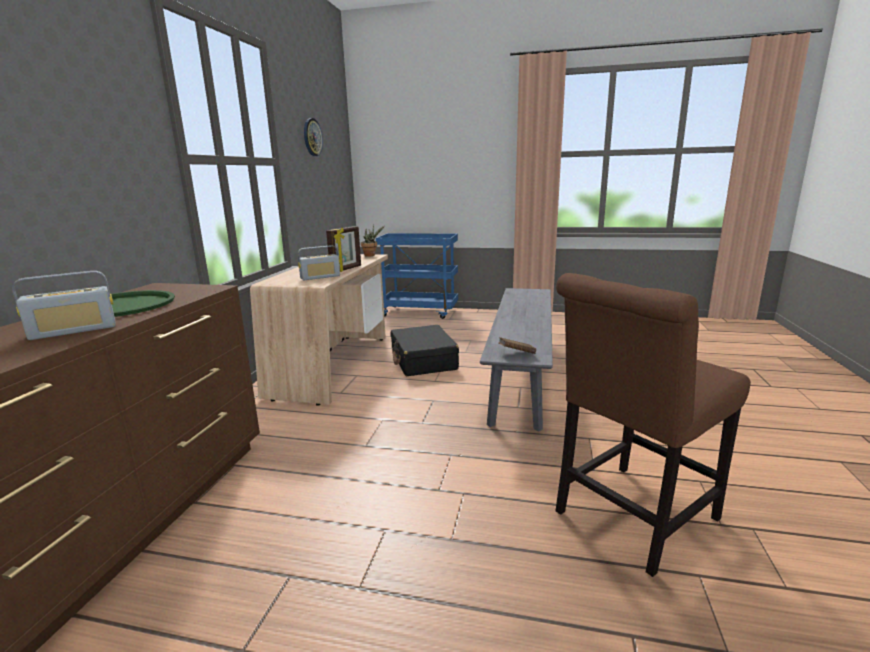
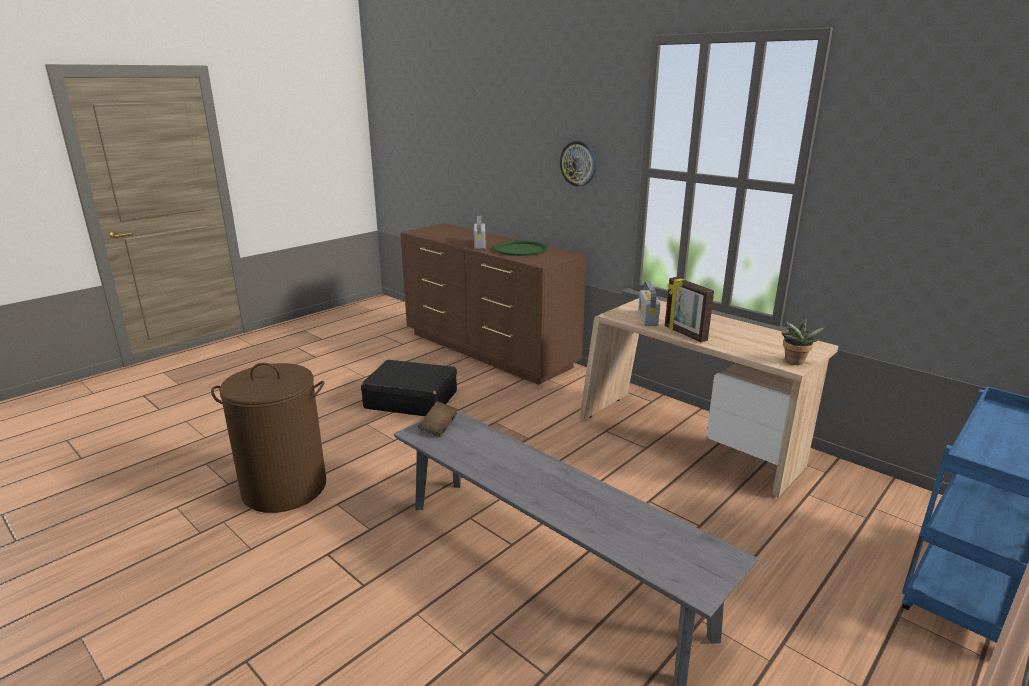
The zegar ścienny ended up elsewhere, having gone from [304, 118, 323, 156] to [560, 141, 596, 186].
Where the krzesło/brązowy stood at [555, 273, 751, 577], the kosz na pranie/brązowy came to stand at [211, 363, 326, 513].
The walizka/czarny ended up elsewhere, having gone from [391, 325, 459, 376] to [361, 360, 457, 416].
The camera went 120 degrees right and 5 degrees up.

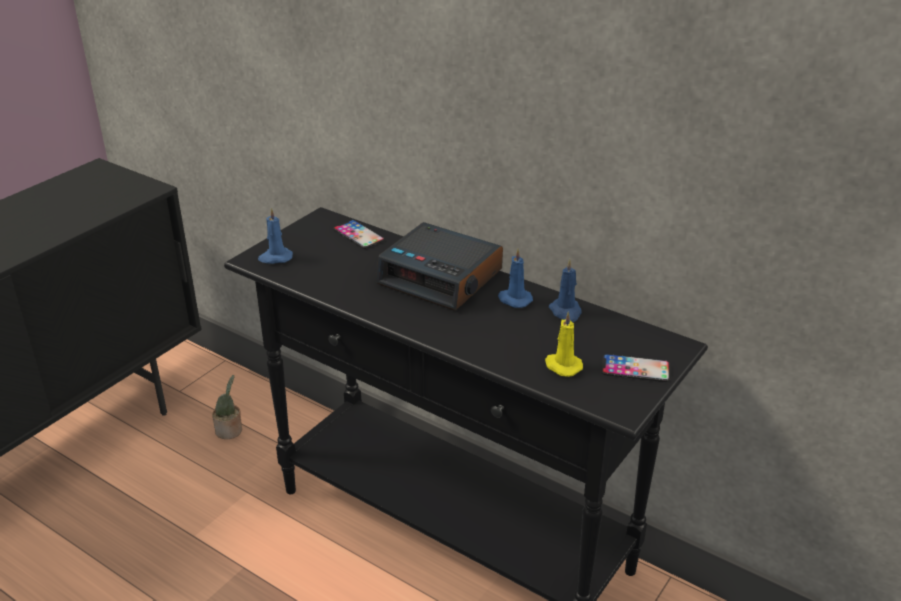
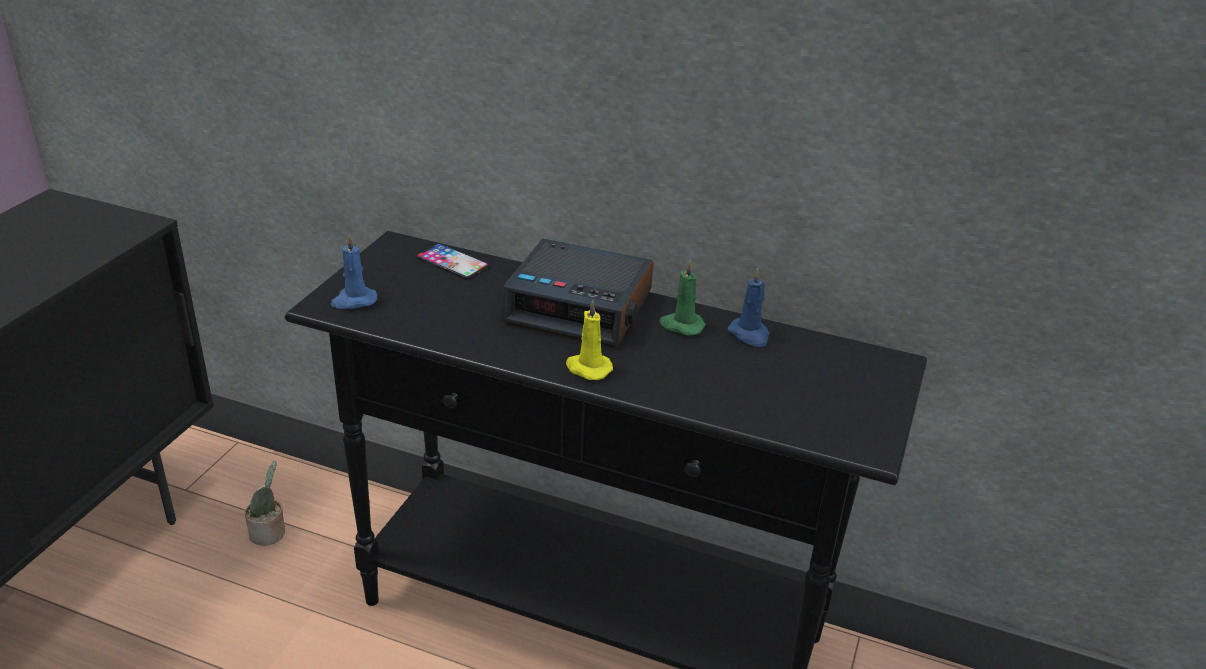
What was the świeca/niebieski at [498, 248, 533, 308] turned into the świeca/zielony at [660, 260, 706, 336].
The świeca/żółty ended up elsewhere, having gone from [545, 312, 583, 377] to [566, 300, 613, 380].
The second view lost the telefon at [601, 354, 670, 382].
The camera went 15 degrees left and 0 degrees up.

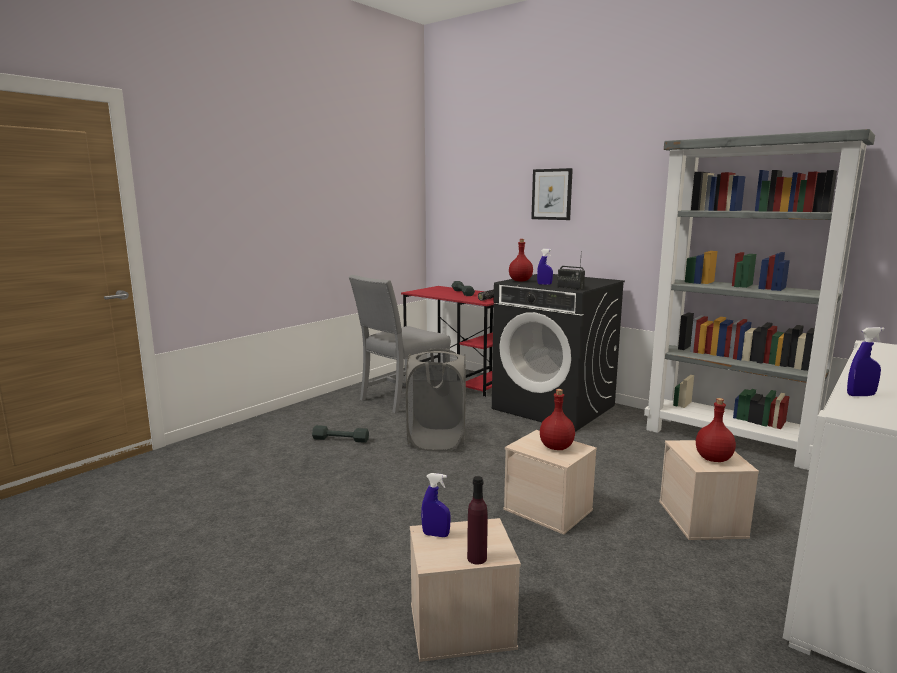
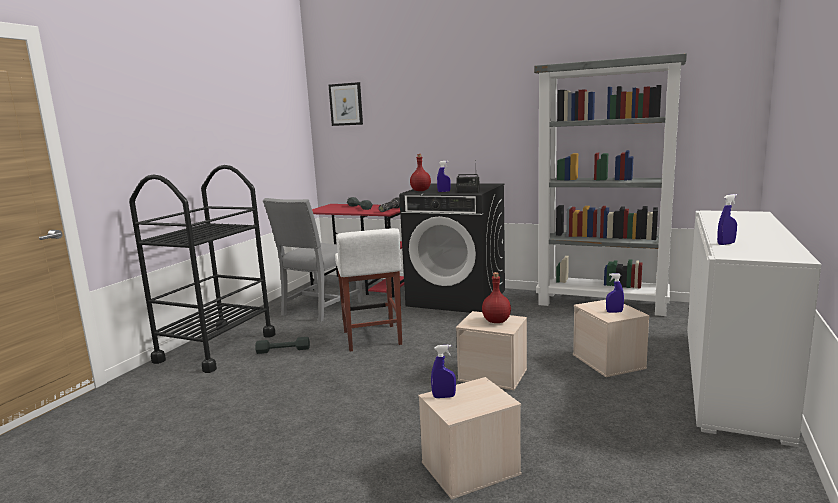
The obraz ended up elsewhere, having gone from [531, 168, 573, 220] to [329, 82, 363, 126].
Where the kosz na pranie/szary stood at [406, 349, 466, 451], the stołek/biały came to stand at [335, 228, 402, 351].
Where the butelka/czerwony stood at [696, 398, 736, 462], the spryskiwacz/niebieski came to stand at [606, 273, 624, 313].
The second view lost the butelka/fioletowy at [467, 476, 488, 564].
The second view gained the wózek/czarny at [129, 165, 276, 373].
The camera went 15 degrees left and 0 degrees up.

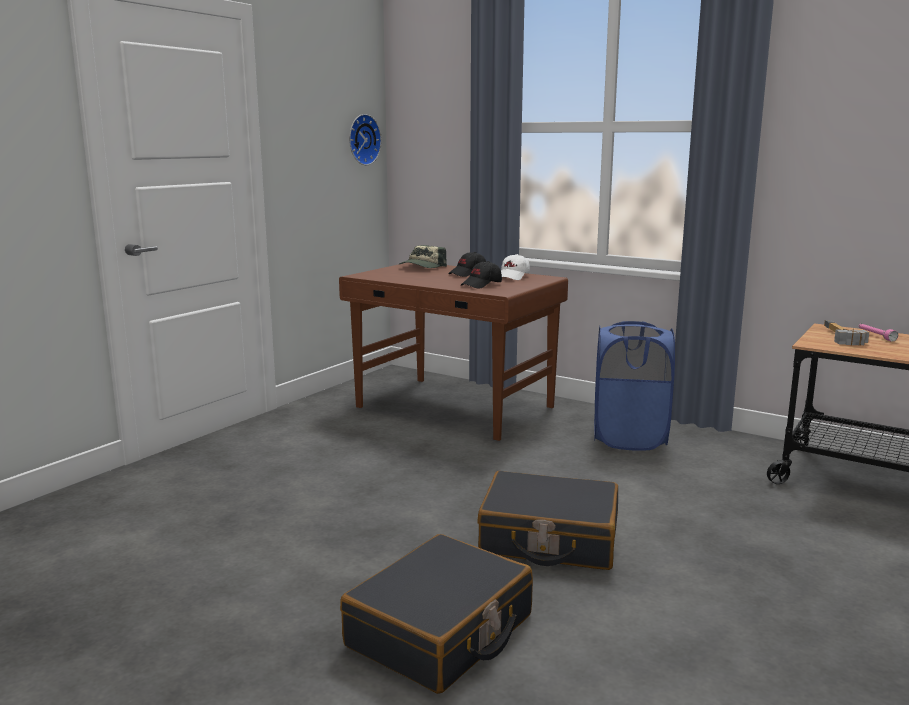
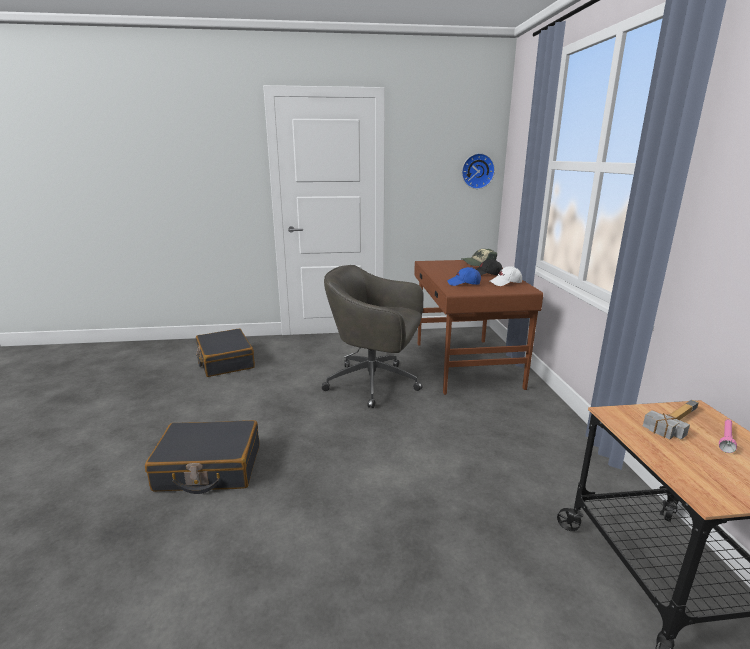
What was the czapka z daszkiem/czarny at [461, 261, 502, 288] turned into the czapka z daszkiem/niebieski at [447, 267, 481, 286].
The second view lost the kosz na pranie/niebieski at [594, 321, 675, 451].
The walizka/czarny ended up elsewhere, having gone from [477, 471, 618, 570] to [196, 328, 255, 377].
The second view gained the krzesło biurowe/szary at [322, 265, 424, 408].
The camera went 50 degrees right and 5 degrees up.

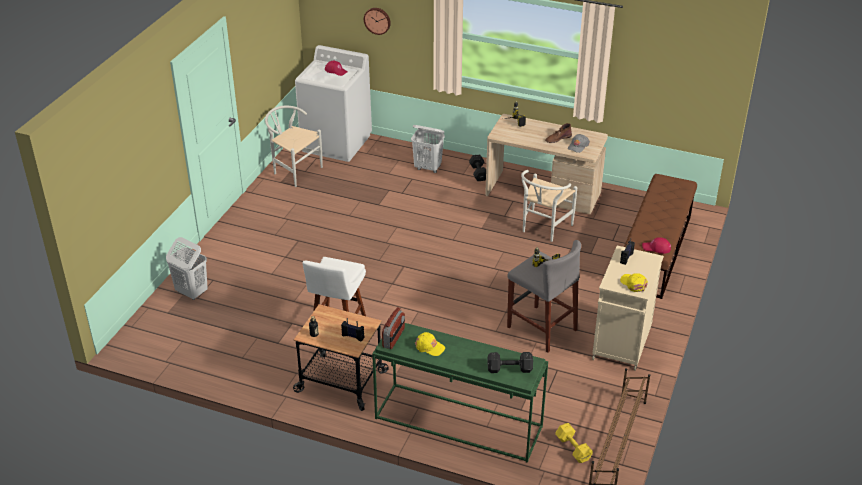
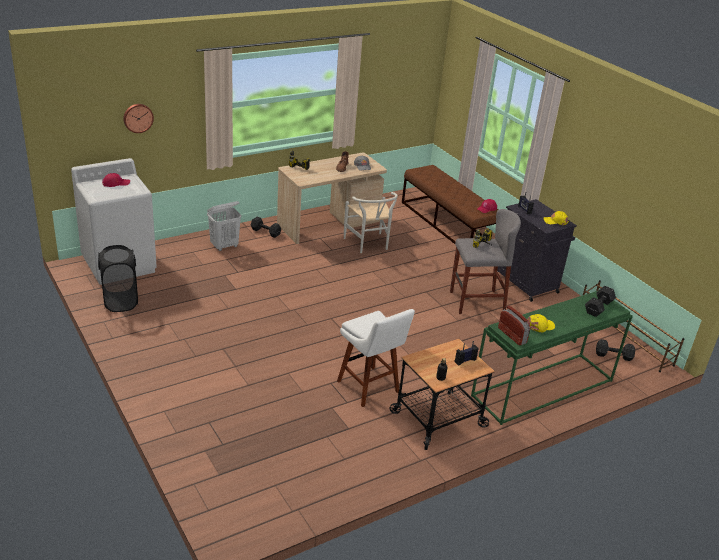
Where the krzesło/biały stood at [265, 106, 323, 187], the kosz na pranie/czarny came to stand at [98, 245, 138, 312].
The second view lost the kosz na pranie/biały at [166, 237, 208, 300].
What was the szafka/beżowy at [592, 245, 664, 371] turned into the szafka/czarny at [497, 199, 577, 302].
What was the hantel/żółty at [555, 423, 593, 463] turned into the hantel/czarny at [596, 339, 635, 361].
The camera went 55 degrees left and 5 degrees down.

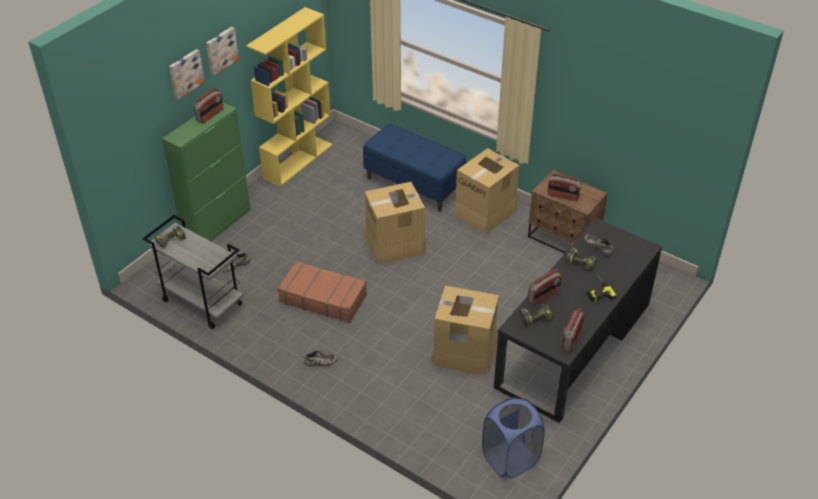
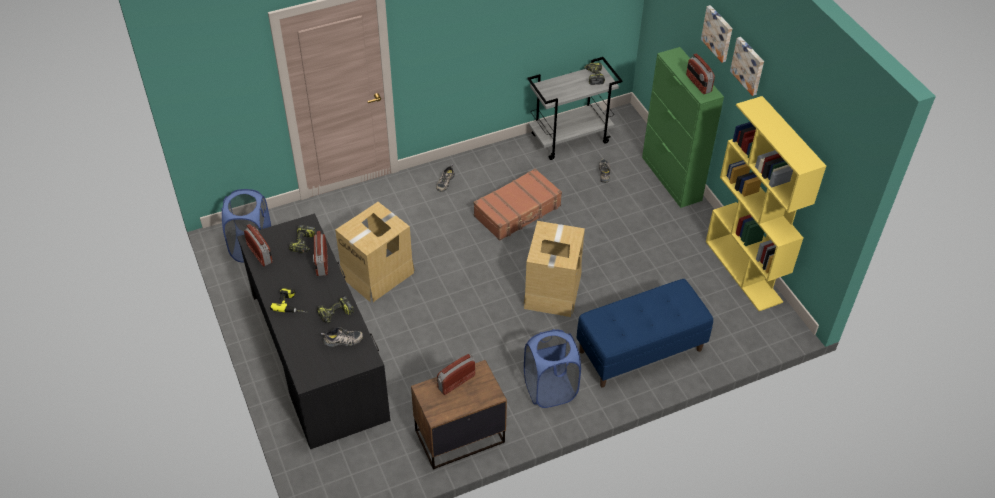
Where the karton stood at [454, 148, 519, 234], the kosz na pranie/niebieski came to stand at [524, 329, 581, 408].
The camera went 120 degrees right and 5 degrees up.

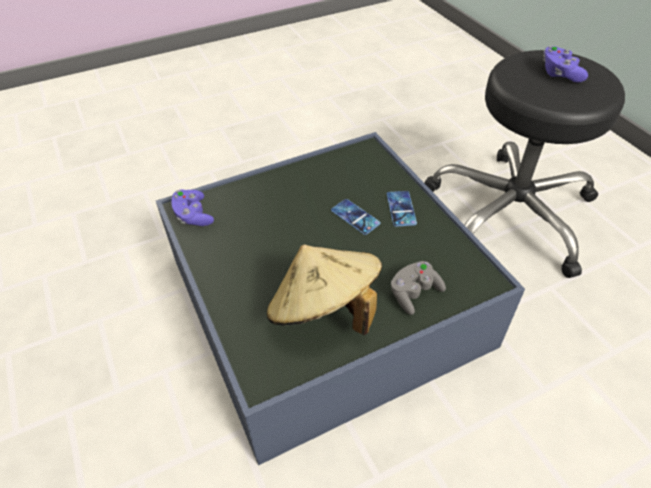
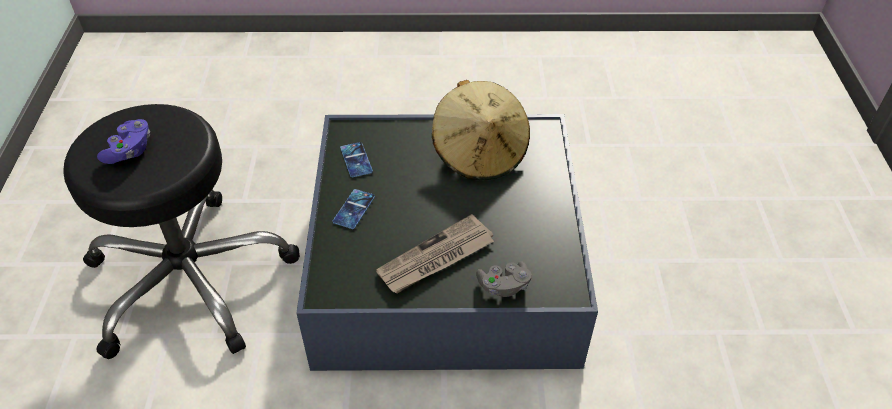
The second view lost the pad do gier/fioletowy at [171, 189, 214, 226].
The telefon ended up elsewhere, having gone from [331, 199, 381, 235] to [340, 142, 373, 177].
The pad do gier/szary ended up elsewhere, having gone from [391, 261, 446, 315] to [476, 261, 532, 297].
The second view gained the gazeta at [376, 214, 494, 293].
The camera went 155 degrees left and 0 degrees up.

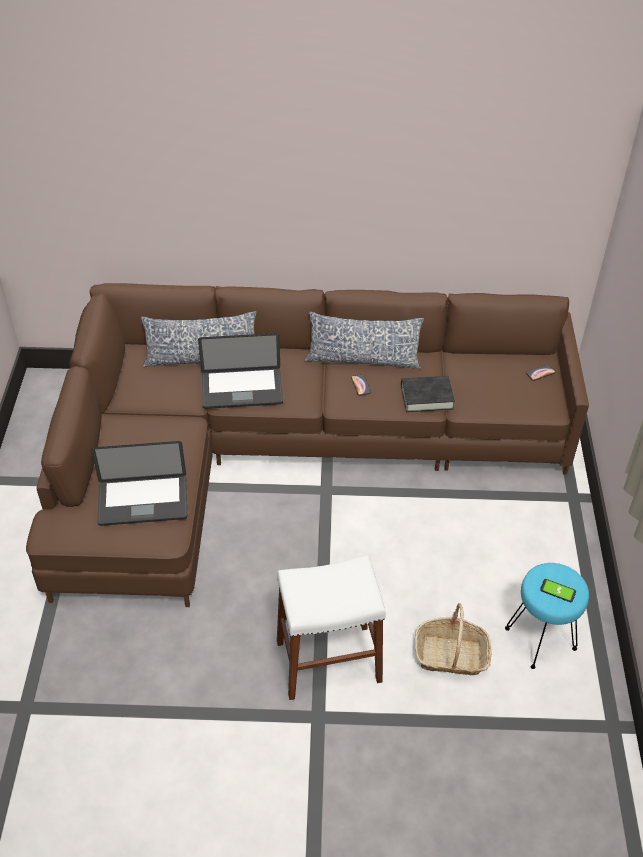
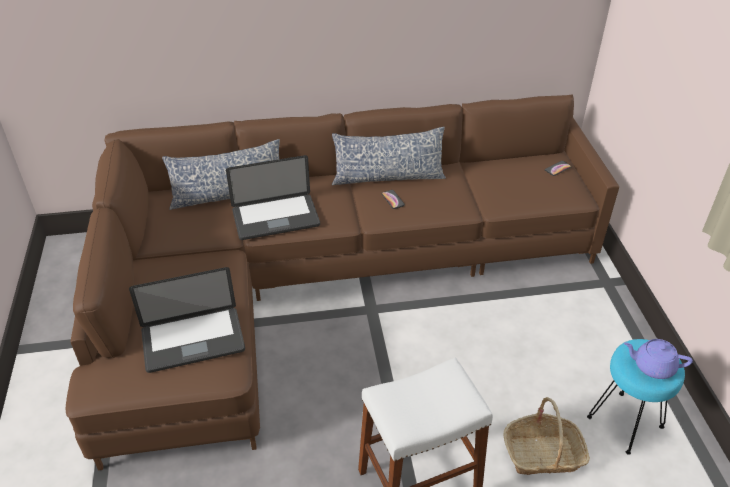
The second view lost the książka/czarny at [401, 376, 455, 412].
Where the telefon stood at [540, 579, 576, 602], the imbryk/fioletowy came to stand at [624, 339, 693, 379].
The camera went 10 degrees left and 5 degrees down.

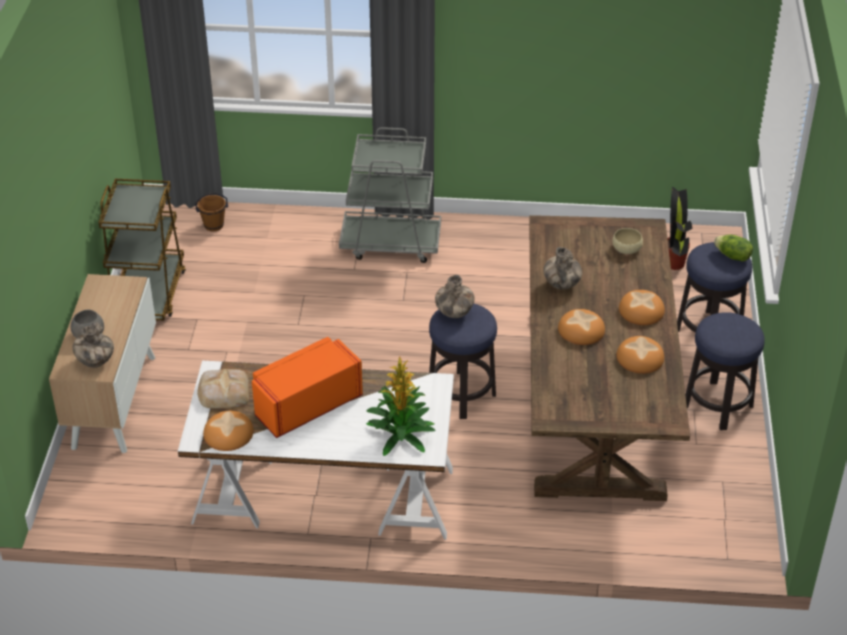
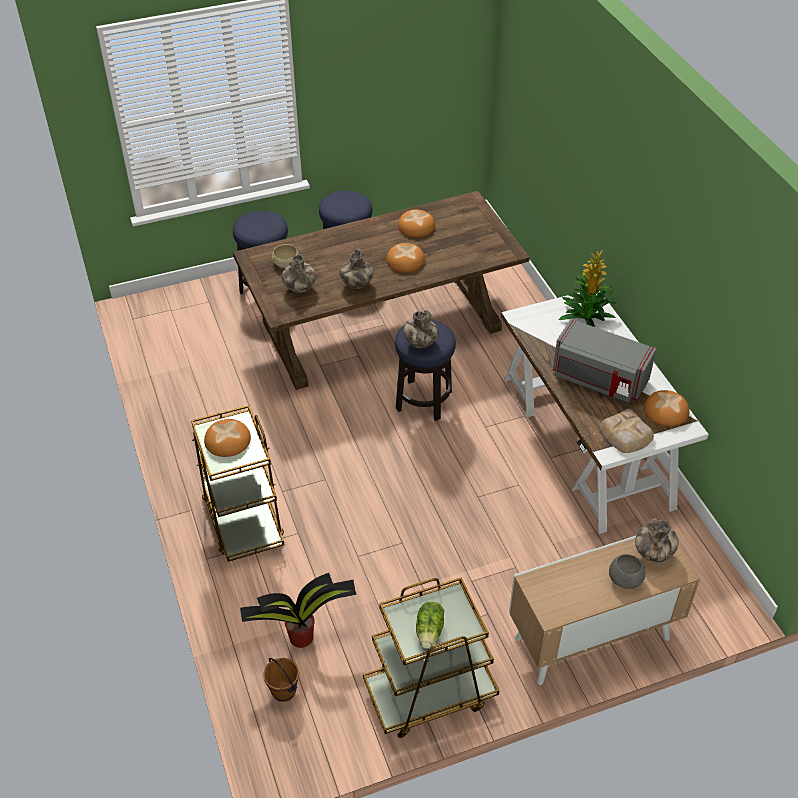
What was the wózek/szary at [339, 127, 441, 263] turned into the wózek/brązowy at [191, 405, 284, 562].
The roślina doniczkowa ended up elsewhere, having gone from [667, 186, 693, 270] to [240, 573, 357, 648].
The sałata ended up elsewhere, having gone from [714, 235, 753, 262] to [416, 602, 444, 649].
The chleb ended up elsewhere, having gone from [619, 290, 665, 325] to [204, 419, 251, 457].
What was the mikrofalówka/pomarańczowy at [252, 337, 363, 438] turned into the mikrofalówka/szary at [553, 319, 657, 403].
The second view gained the wazon at [282, 254, 316, 293].
The camera went 115 degrees left and 5 degrees up.

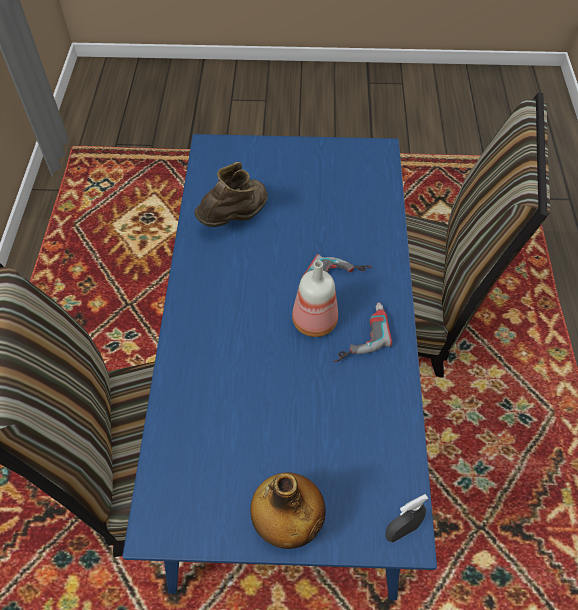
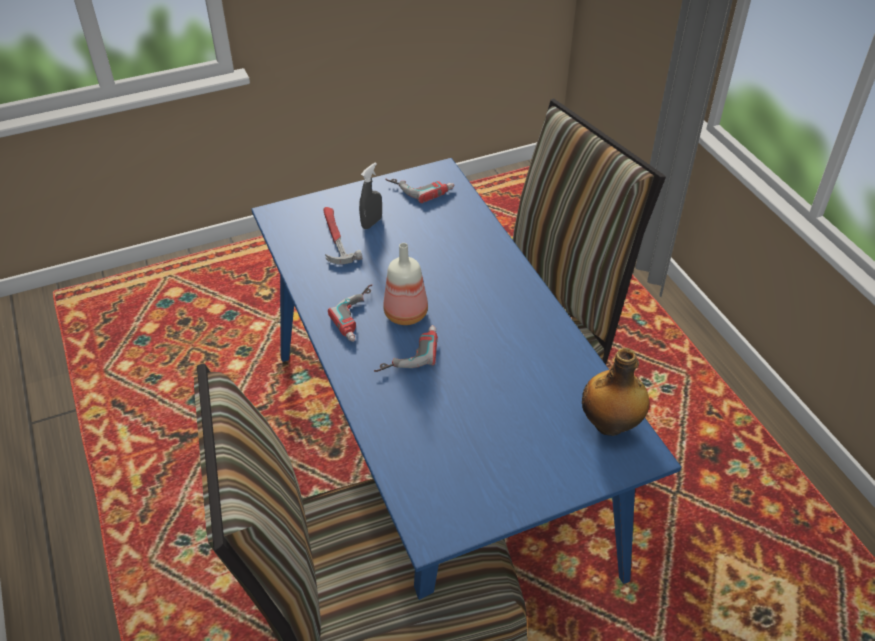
The second view lost the but z cholewką/brązowy at [194, 162, 268, 227].
The butelka ended up elsewhere, having gone from [250, 472, 326, 549] to [582, 348, 650, 436].
The spryskiwacz/szary ended up elsewhere, having gone from [385, 494, 428, 543] to [359, 162, 382, 229].
The second view gained the wiertarka at [385, 179, 454, 203].
The second view gained the młotek at [323, 207, 362, 264].
The camera went 155 degrees right and 10 degrees down.

